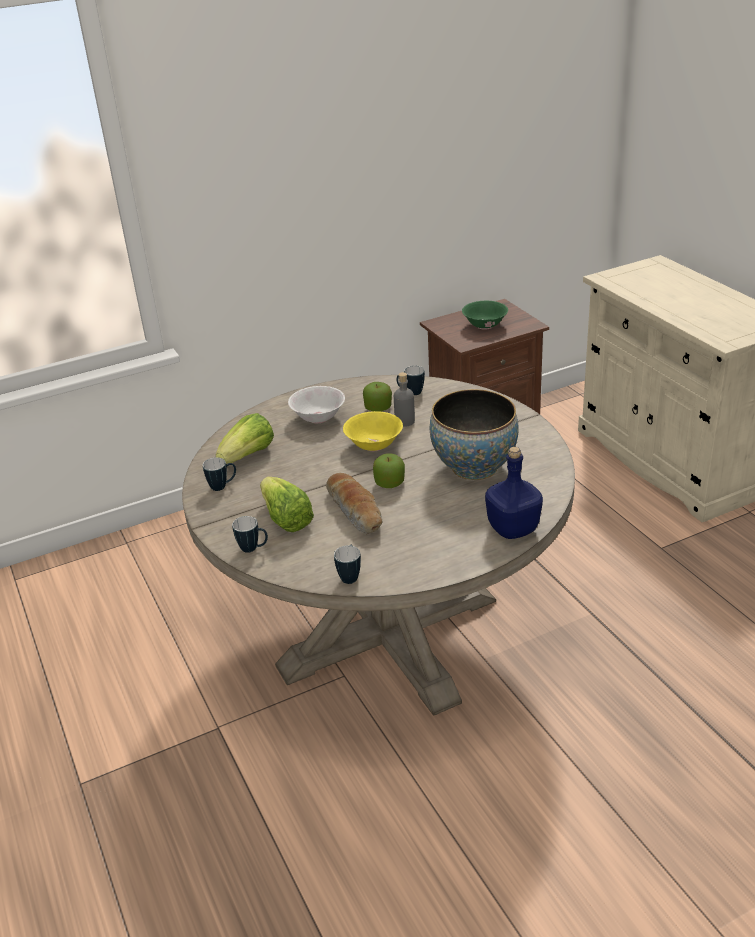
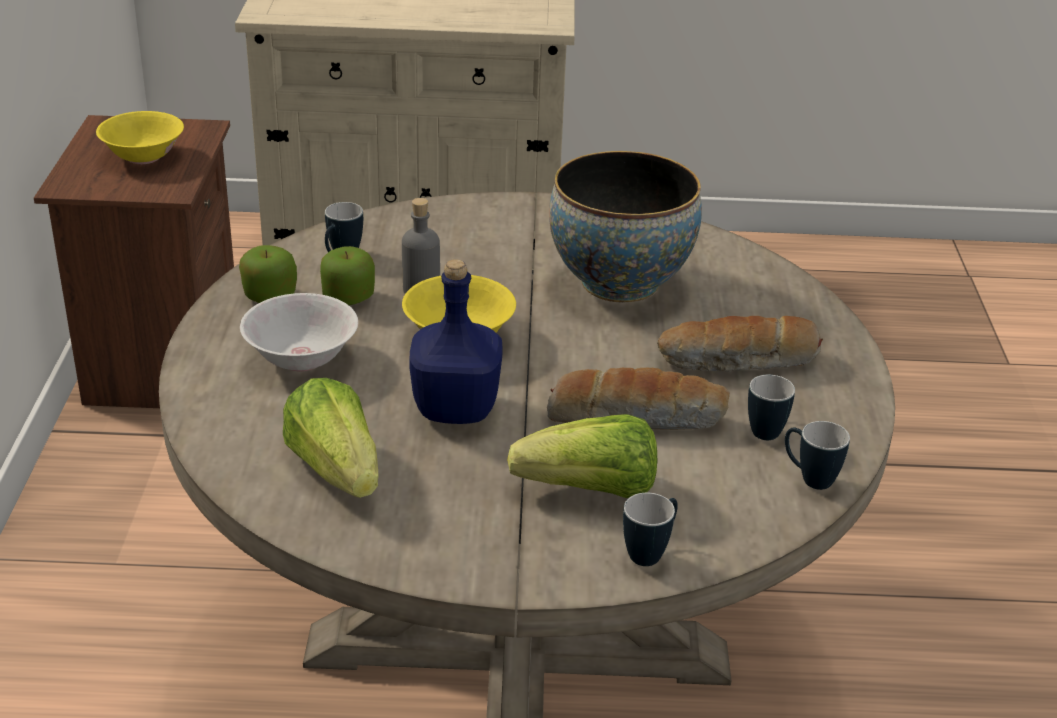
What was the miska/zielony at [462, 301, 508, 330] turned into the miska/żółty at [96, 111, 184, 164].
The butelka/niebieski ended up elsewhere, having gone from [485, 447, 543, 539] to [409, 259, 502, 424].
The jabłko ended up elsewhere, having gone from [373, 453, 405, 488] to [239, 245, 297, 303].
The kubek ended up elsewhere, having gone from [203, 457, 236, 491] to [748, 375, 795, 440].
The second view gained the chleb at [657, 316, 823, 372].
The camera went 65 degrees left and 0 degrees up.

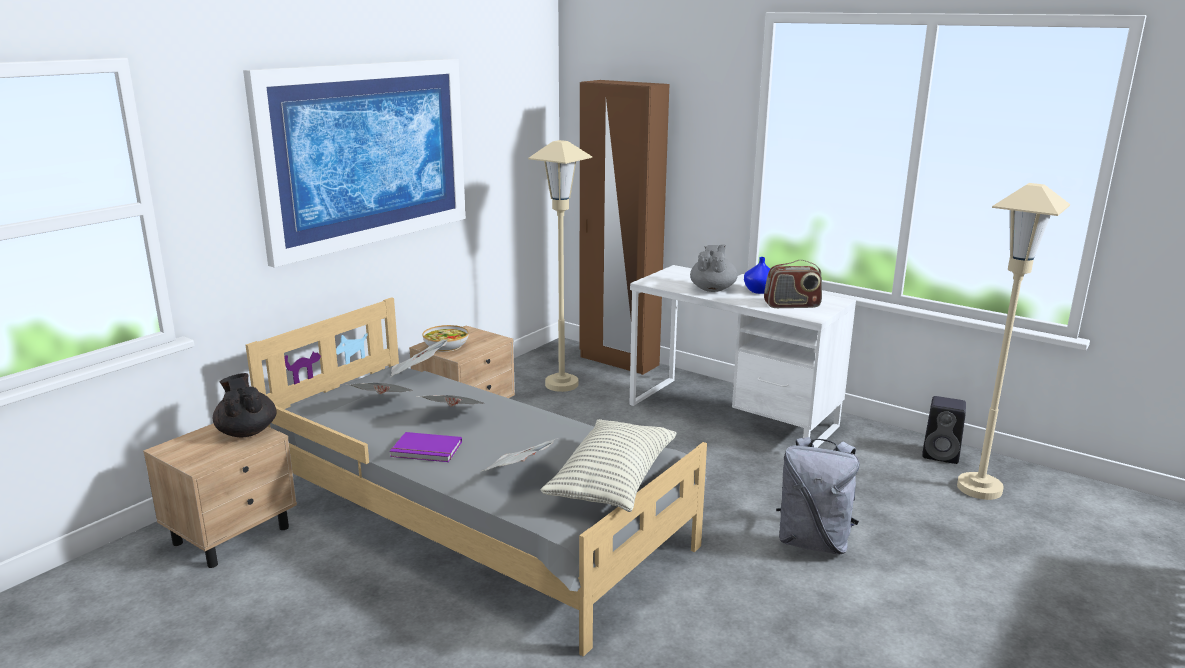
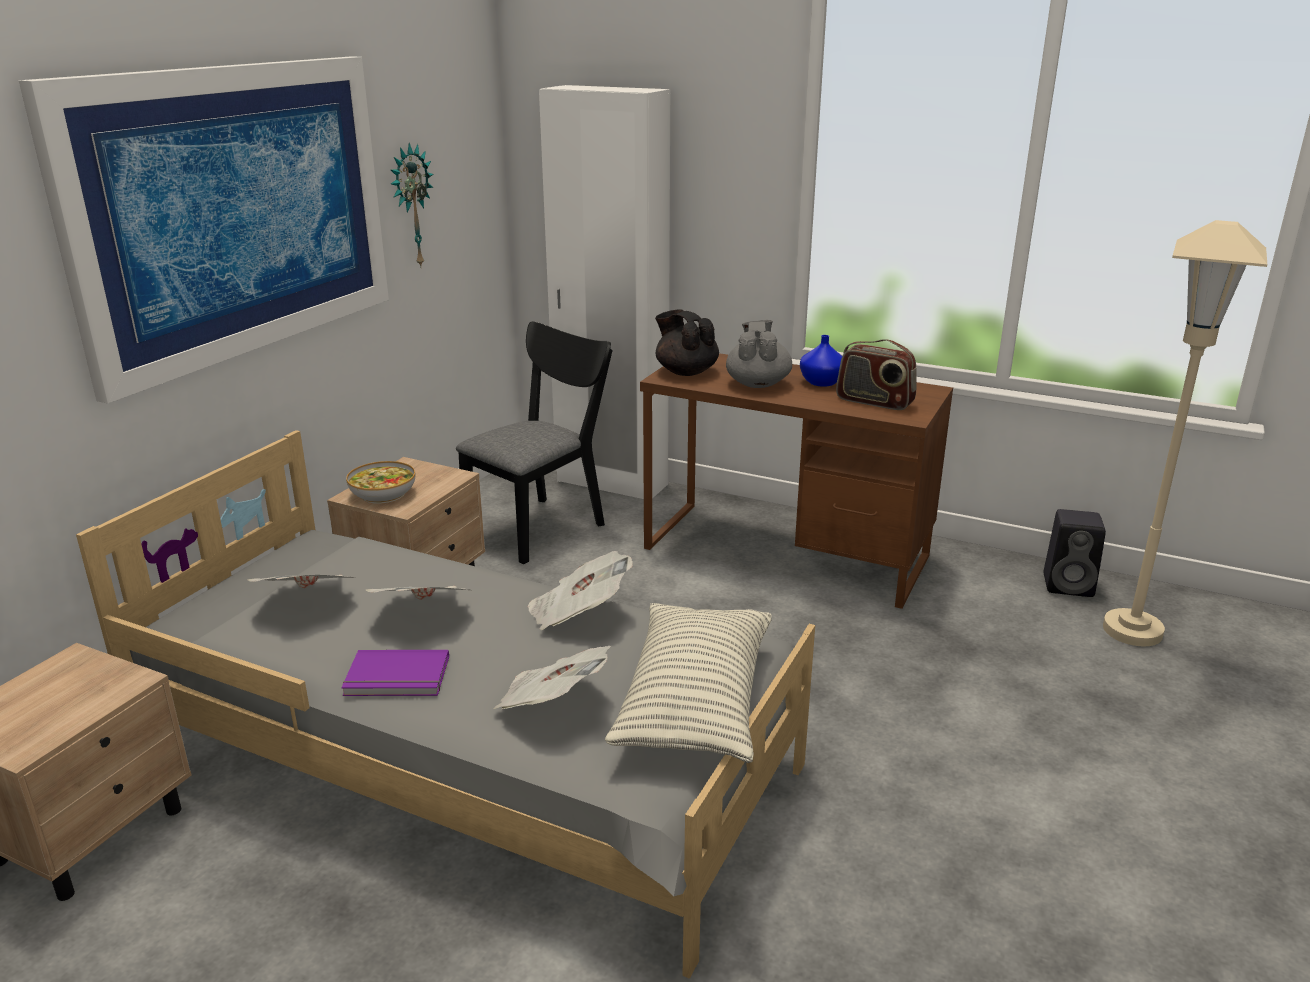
What was the szafa/brązowy at [580, 80, 669, 375] turned into the szafa/biały at [539, 85, 670, 499].
Where the lampa stojąca/beżowy stood at [528, 140, 592, 392], the krzesło/czarny came to stand at [456, 321, 613, 564].
The radio at [764, 260, 822, 308] ended up facing another way, 45 degrees clockwise from before.
What was the biurko/biały at [629, 265, 856, 448] turned into the biurko/brązowy at [640, 353, 953, 609].
The gazeta ended up elsewhere, having gone from [390, 339, 448, 377] to [528, 551, 633, 630].
The imbryk/czarny ended up elsewhere, having gone from [213, 373, 277, 437] to [655, 309, 719, 376].
The second view lost the plecak/szary at [776, 437, 860, 554].
The second view gained the zegar ścienny at [391, 143, 433, 267].
The camera went 10 degrees left and 5 degrees up.

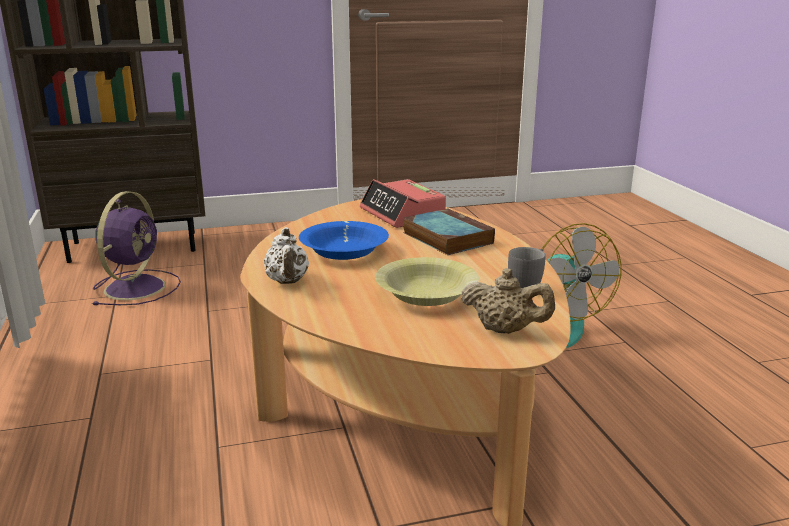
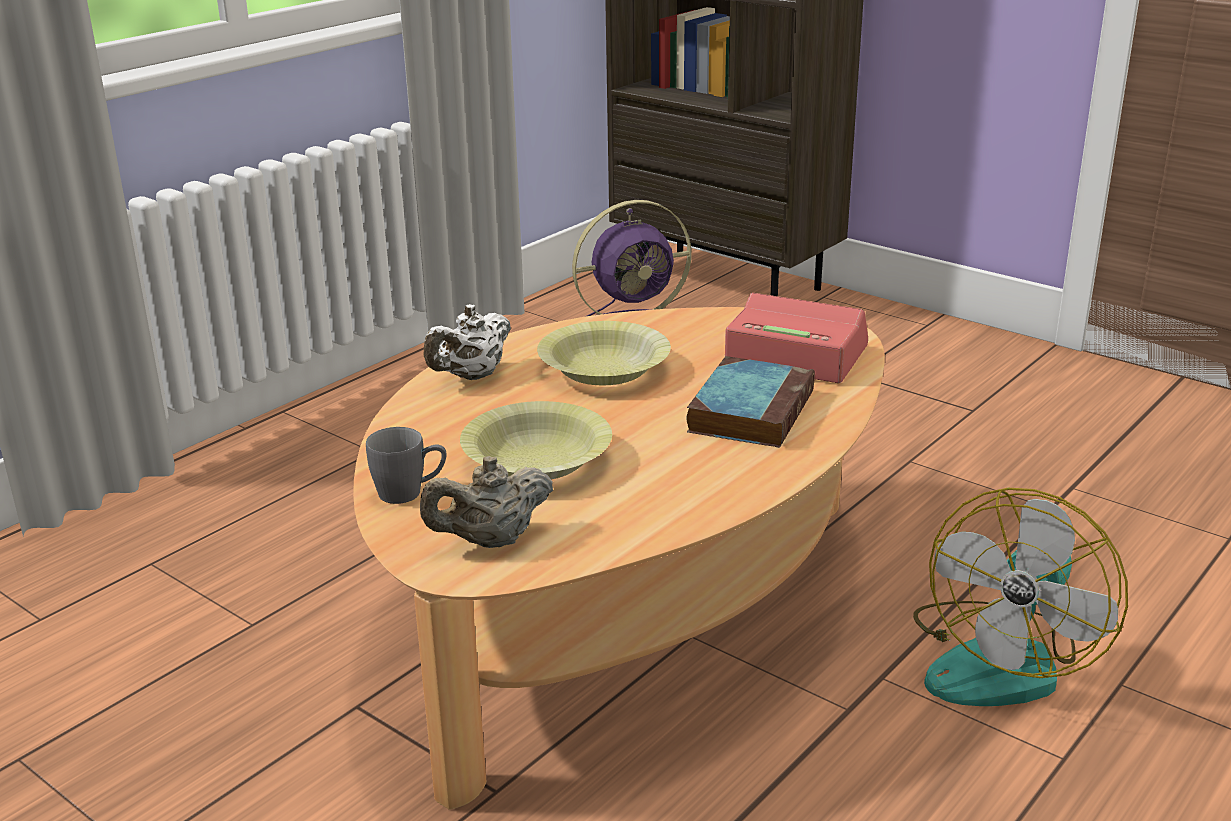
The budzik at [360, 179, 446, 228] ended up facing another way, 90 degrees clockwise from before.
What was the miska/niebieski at [299, 221, 389, 260] turned into the miska/żółty at [537, 321, 671, 385].
The kubek/szary ended up elsewhere, having gone from [508, 247, 545, 288] to [366, 427, 447, 504].
The imbryk/beżowy at [461, 268, 555, 334] ended up facing another way, 75 degrees clockwise from before.
The camera went 55 degrees right and 5 degrees up.

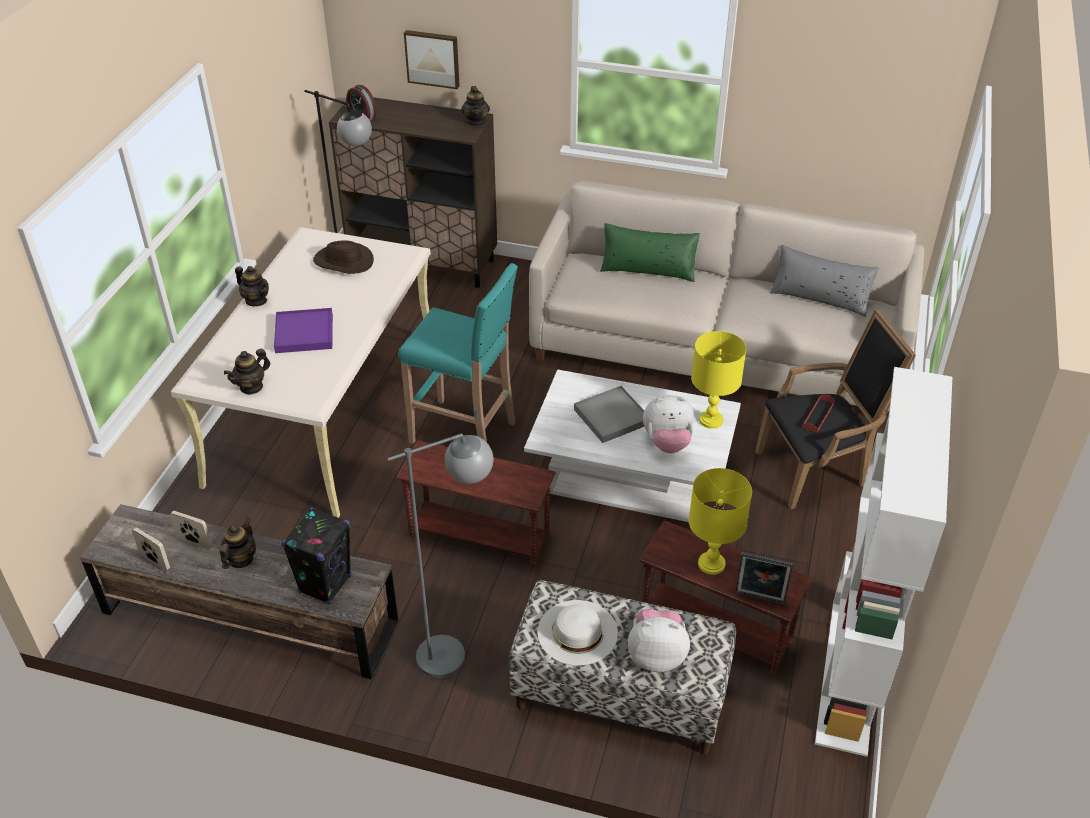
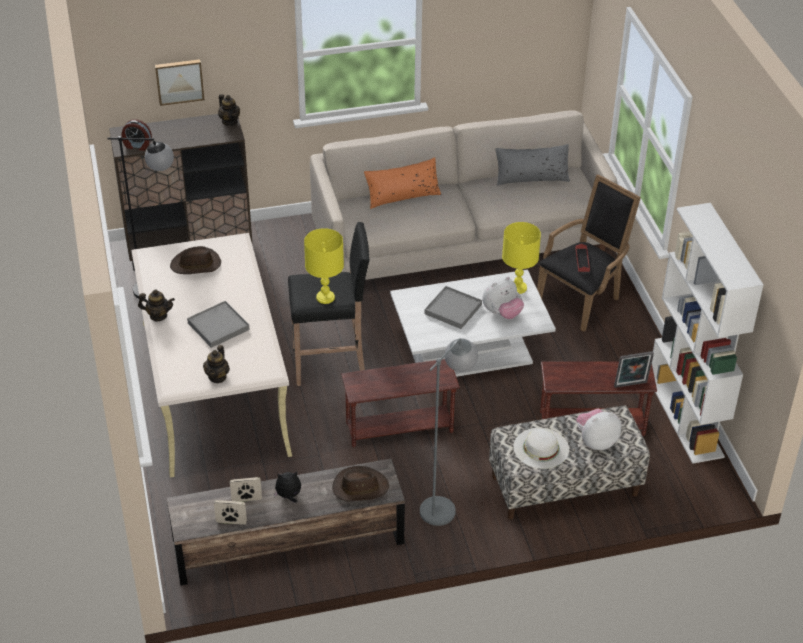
What was the poduszka/zielony at [600, 223, 700, 282] turned into the poduszka/pomarańczowy at [364, 157, 441, 209].
What was the stołek/turkusowy at [398, 263, 518, 444] turned into the stołek/czarny at [288, 222, 370, 386].
What was the taca/fioletowy at [274, 308, 333, 353] turned into the taca/szary at [187, 301, 250, 348].
The lampa stołowa/żółty ended up elsewhere, having gone from [689, 468, 752, 575] to [304, 228, 344, 304].
Where the głośnik/czarny stood at [281, 507, 352, 605], the kapelusz/brązowy came to stand at [332, 466, 389, 501].
Where the imbryk stood at [220, 518, 256, 569], the pluszak came to stand at [274, 472, 301, 502].
The camera went 30 degrees left and 0 degrees up.

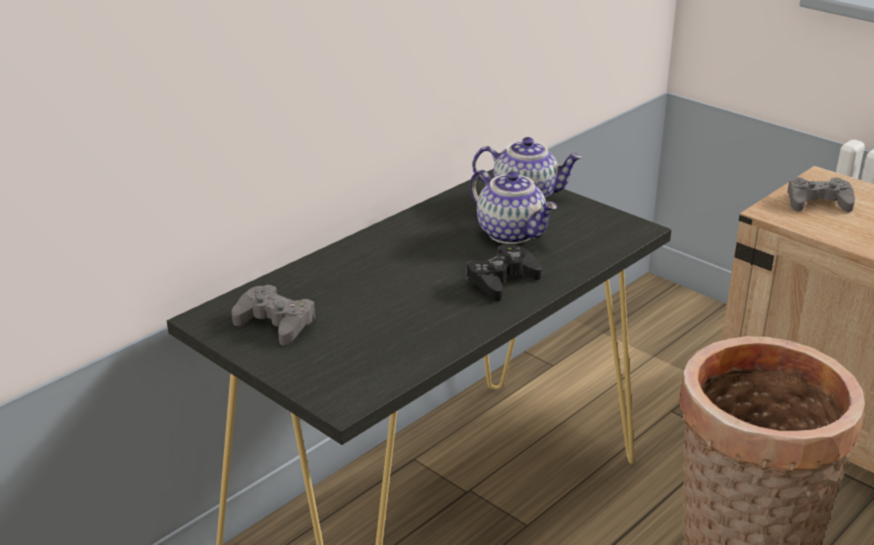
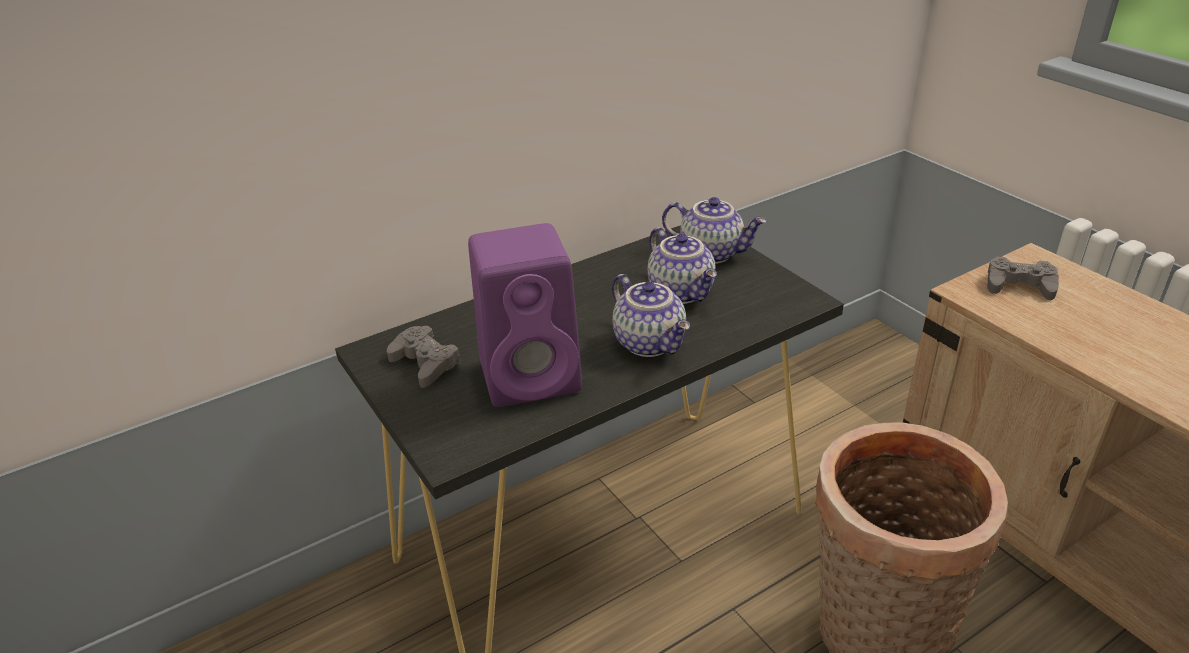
Where the pad do gier/czarny stood at [466, 244, 542, 301], the imbryk came to stand at [612, 274, 690, 357].
The second view gained the głośnik/fioletowy at [468, 223, 582, 407].
The camera went 15 degrees right and 5 degrees up.

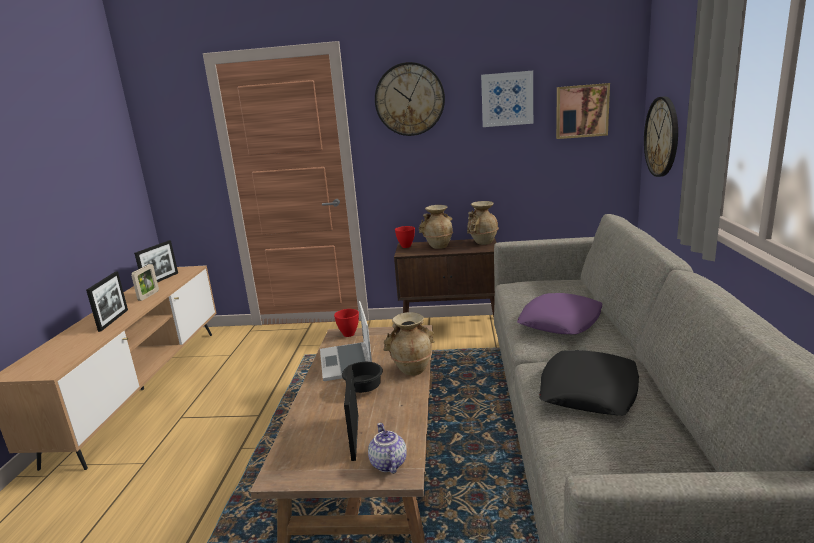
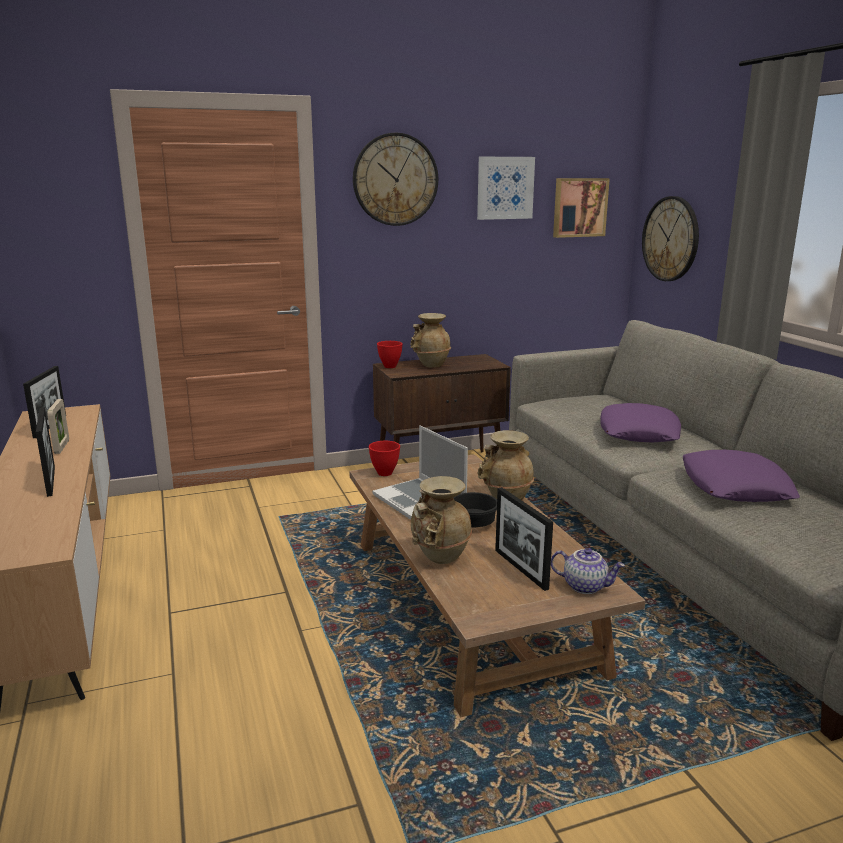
The wazon/beżowy ended up elsewhere, having gone from [467, 201, 499, 245] to [411, 476, 472, 564].
What was the poduszka/czarny at [539, 350, 639, 416] turned into the poduszka/fioletowy at [683, 450, 800, 502].
The imbryk at [368, 423, 407, 474] ended up facing another way, 150 degrees clockwise from before.
The camera went 25 degrees left and 0 degrees up.

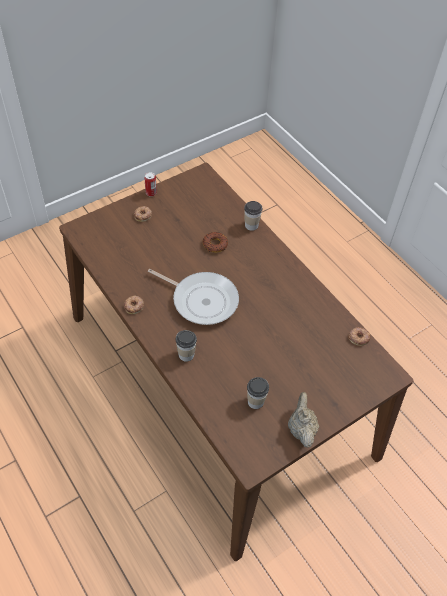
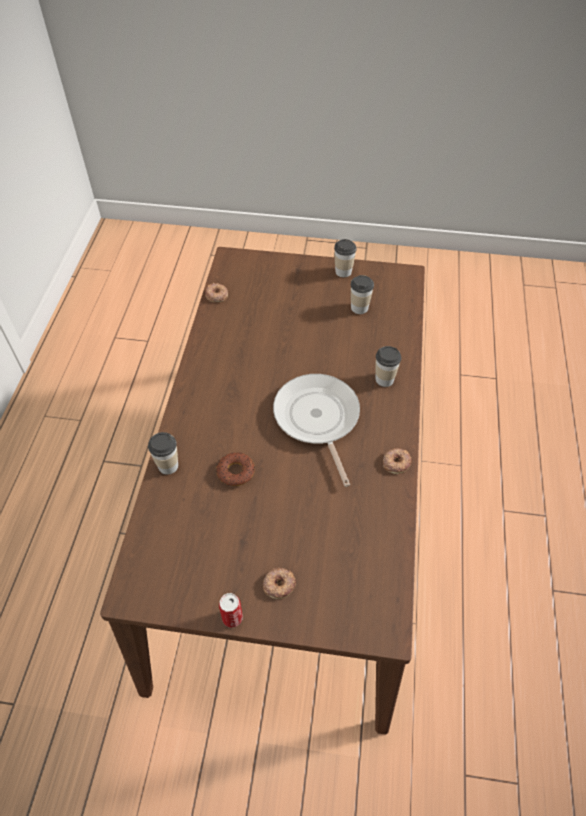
Where the imbryk/beżowy stood at [288, 392, 319, 448], the filiżanka came to stand at [334, 239, 357, 277].
The camera went 135 degrees left and 0 degrees up.

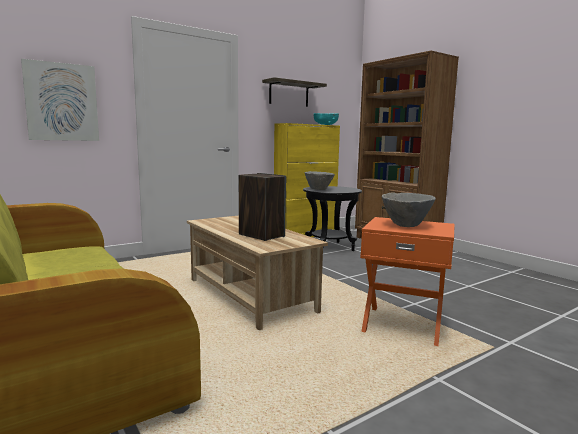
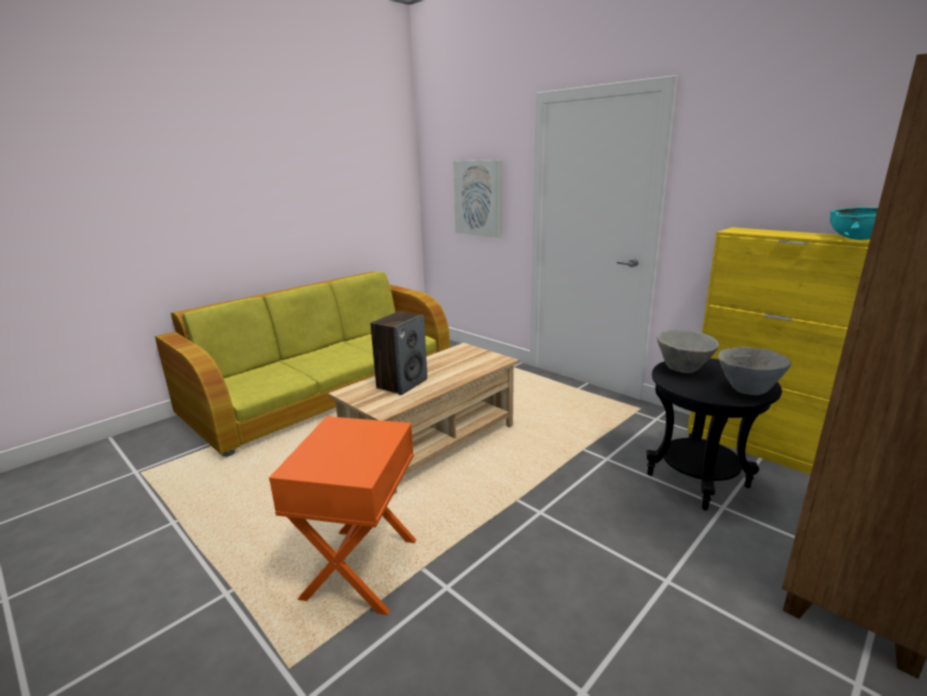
The second view lost the półka at [262, 77, 327, 107].
The miska/szary ended up elsewhere, having gone from [381, 192, 436, 227] to [718, 346, 791, 395].
The camera went 80 degrees right and 10 degrees up.

